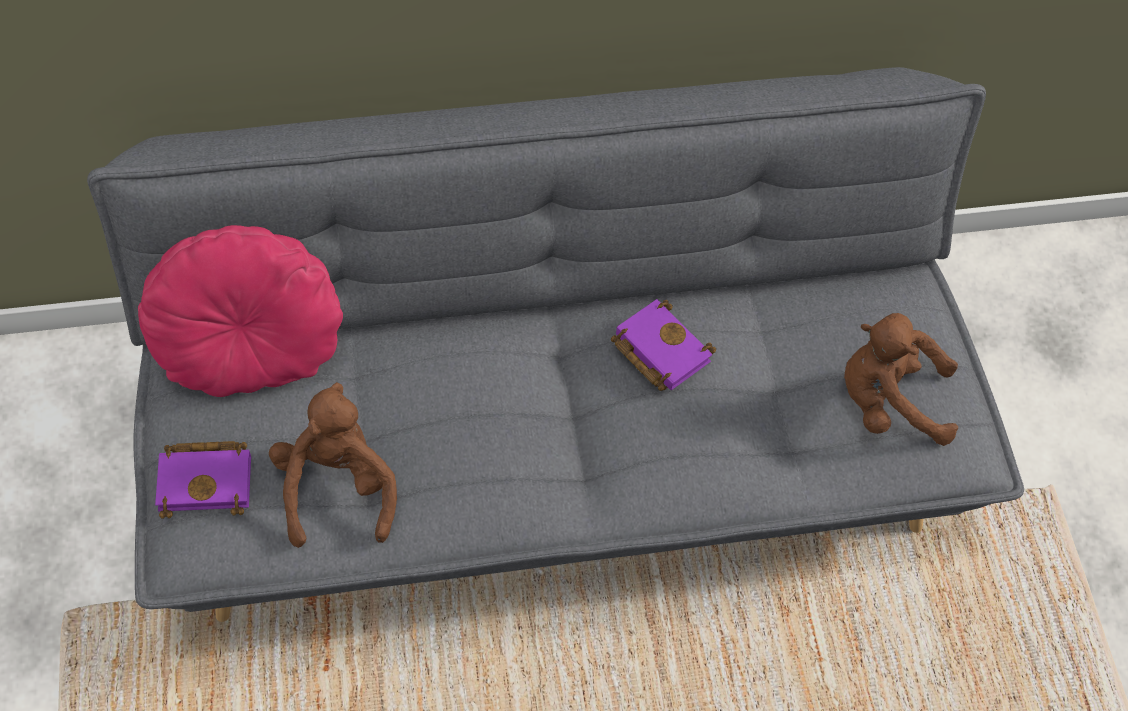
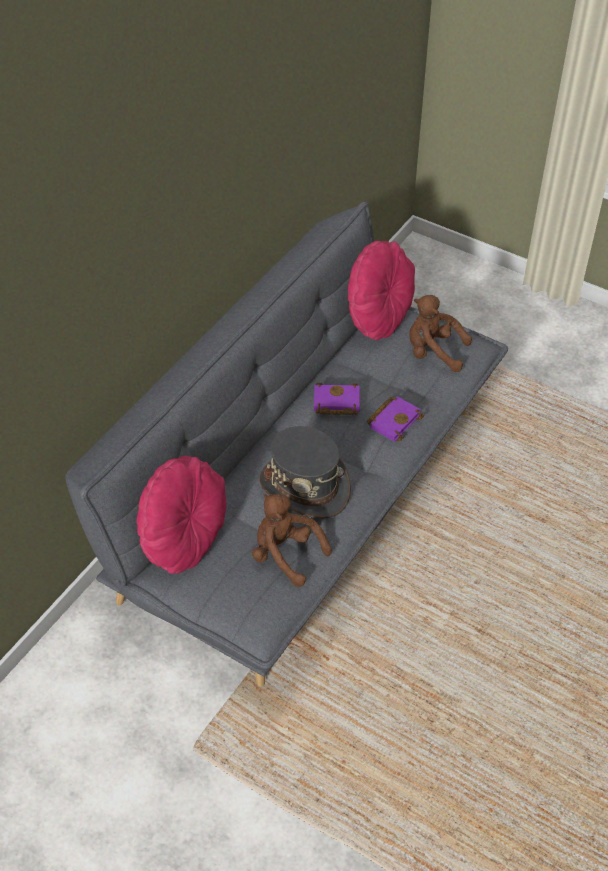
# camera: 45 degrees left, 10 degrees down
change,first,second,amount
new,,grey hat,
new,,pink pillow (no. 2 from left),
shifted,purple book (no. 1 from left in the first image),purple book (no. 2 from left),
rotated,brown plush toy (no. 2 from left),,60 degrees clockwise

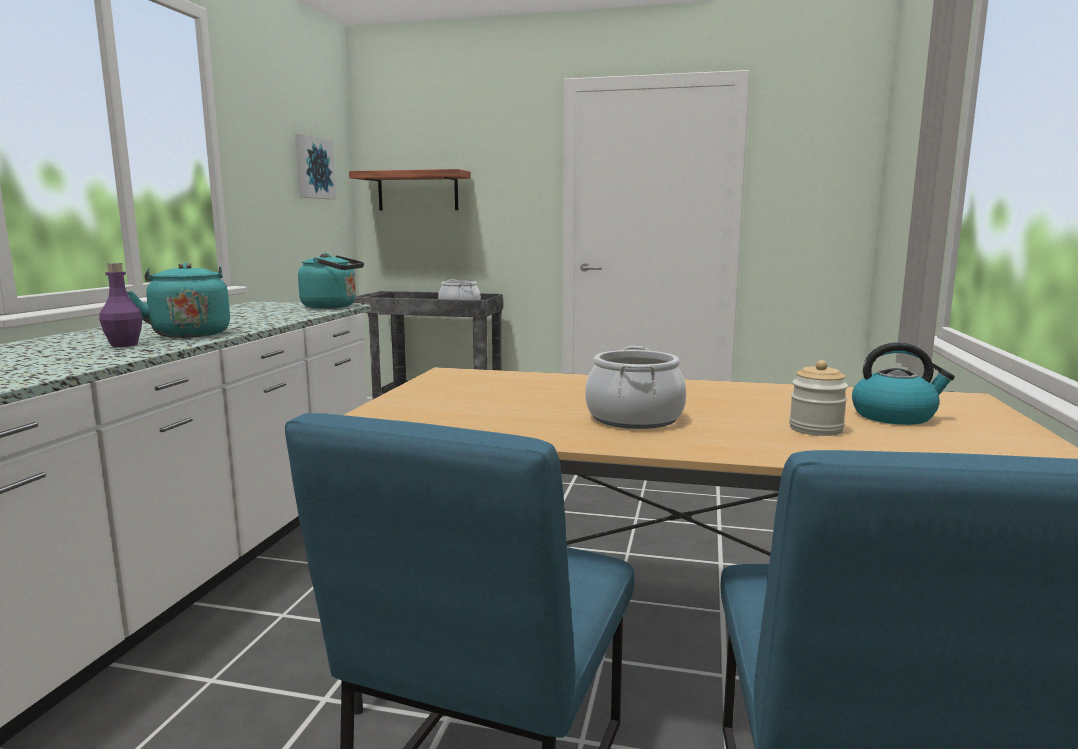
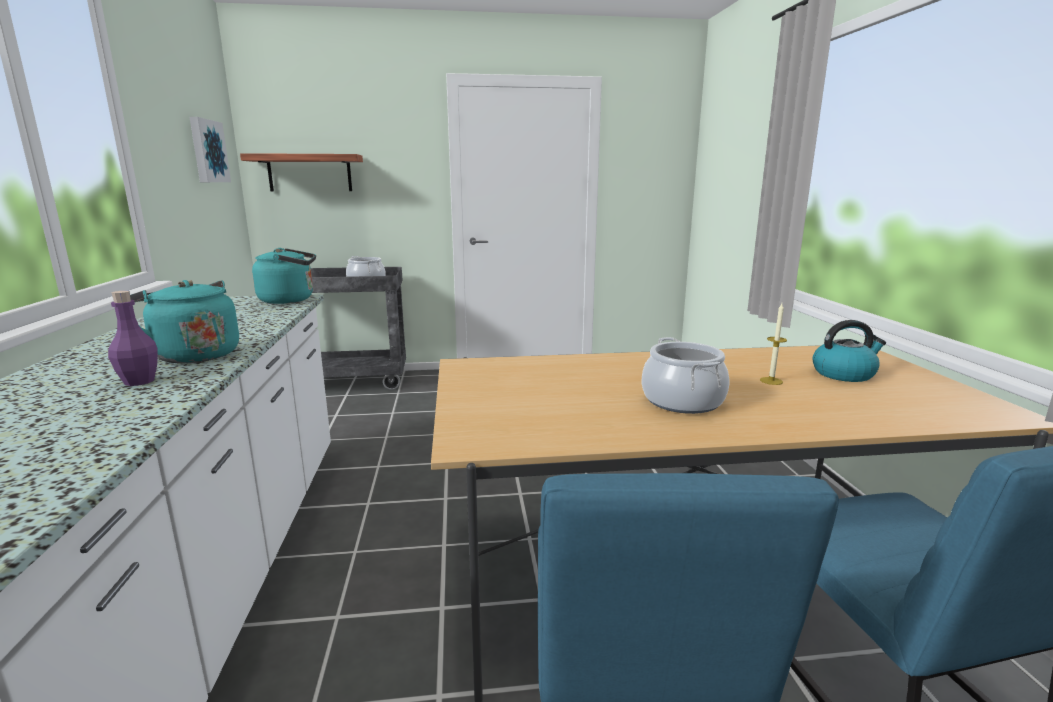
# camera: 20 degrees left, 5 degrees up
change,first,second,amount
new,,candle,
gone,jar,,

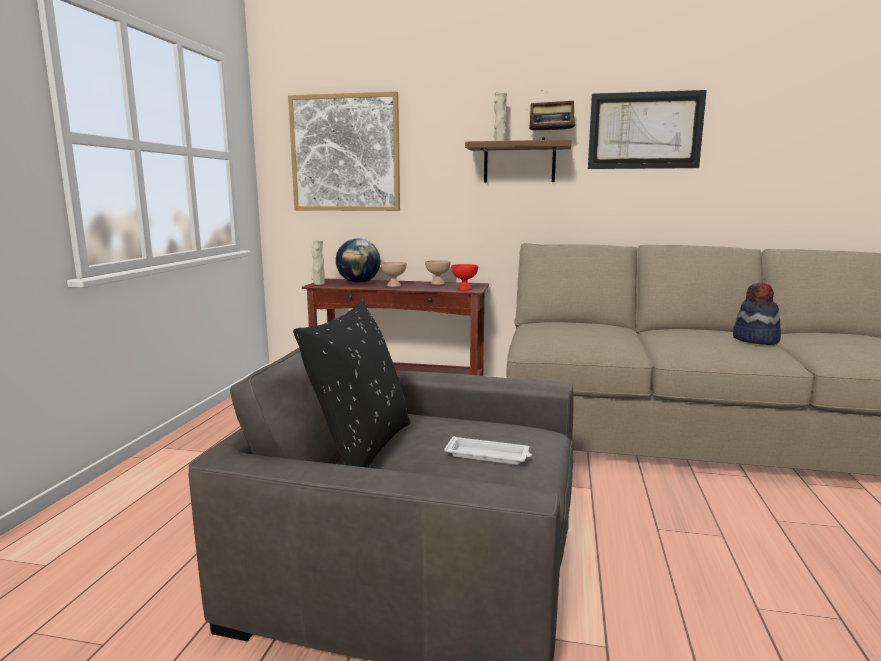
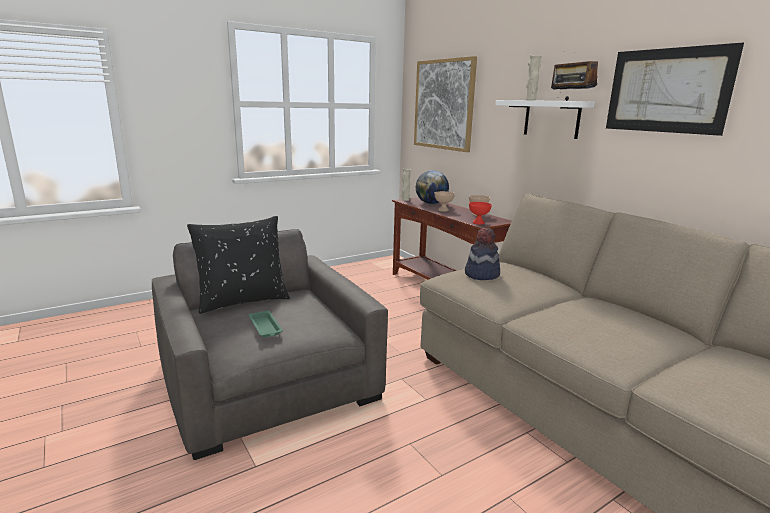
# camera: 45 degrees right, 5 degrees up
change,first,second,amount
repainted,white tray,green tray,
shifted,hat,,
repainted,brown shelf,white shelf,

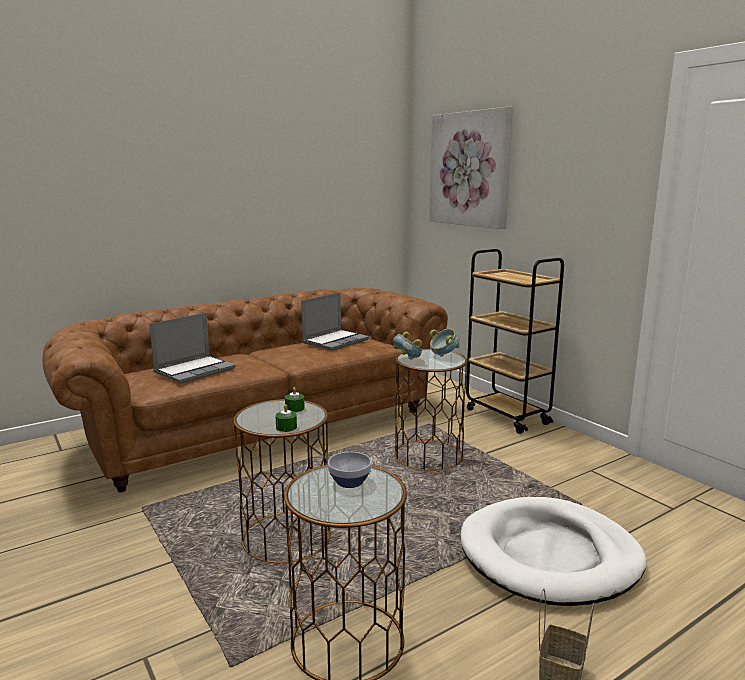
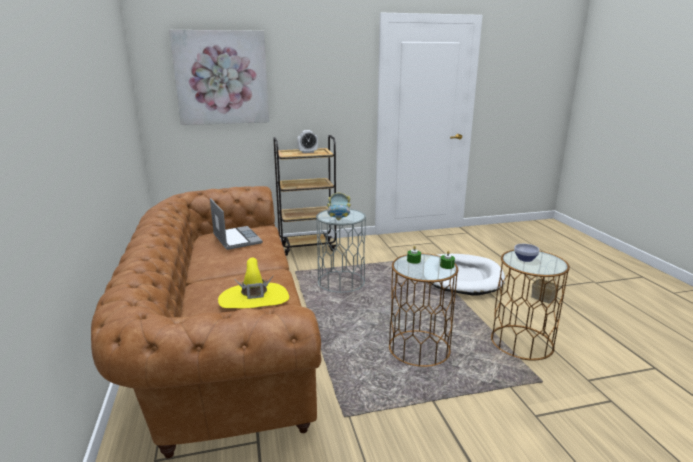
# camera: 70 degrees left, 5 degrees up
change,first,second,amount
swapped,laptop (no. 1 from left),yellow hat,
new,,alarm clock,
repainted,brown side table (no. 3 from left),grey side table,

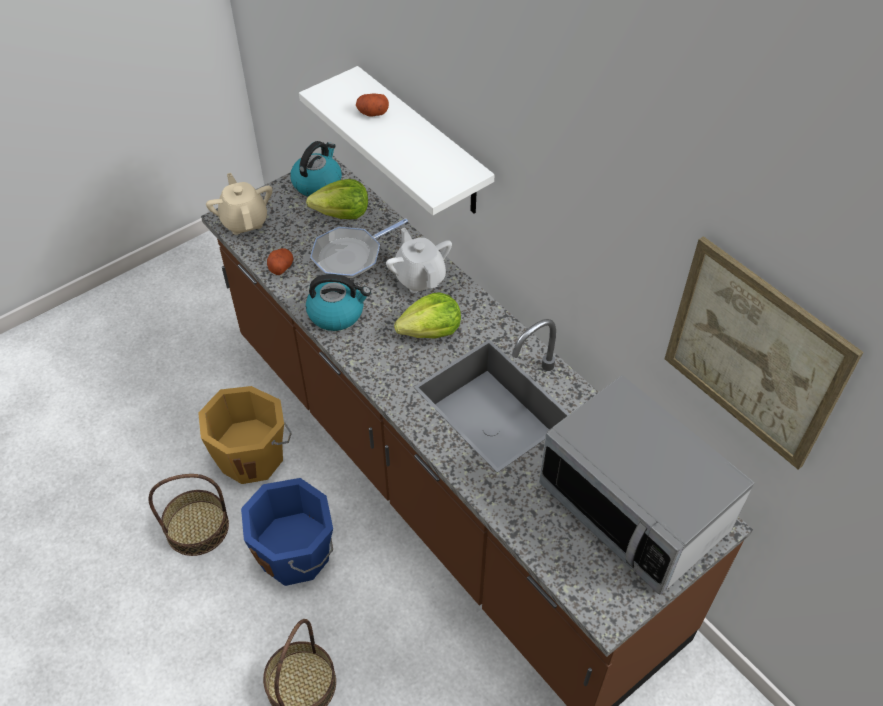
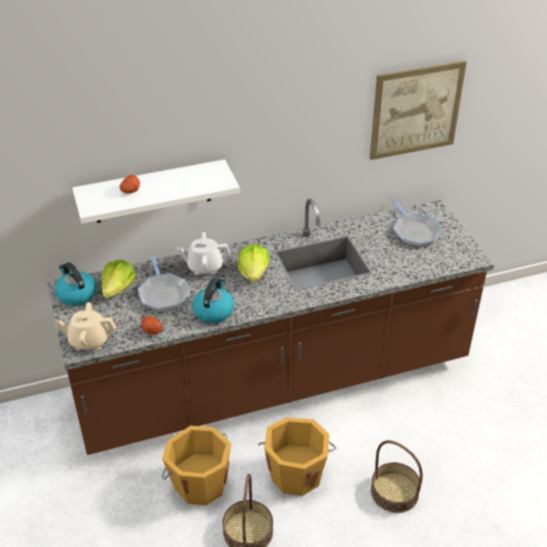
# camera: 70 degrees left, 10 degrees down
change,first,second,amount
repainted,blue bucket,orange bucket (no. 2 from left),
swapped,microwave,frying pan (no. 2 from left),

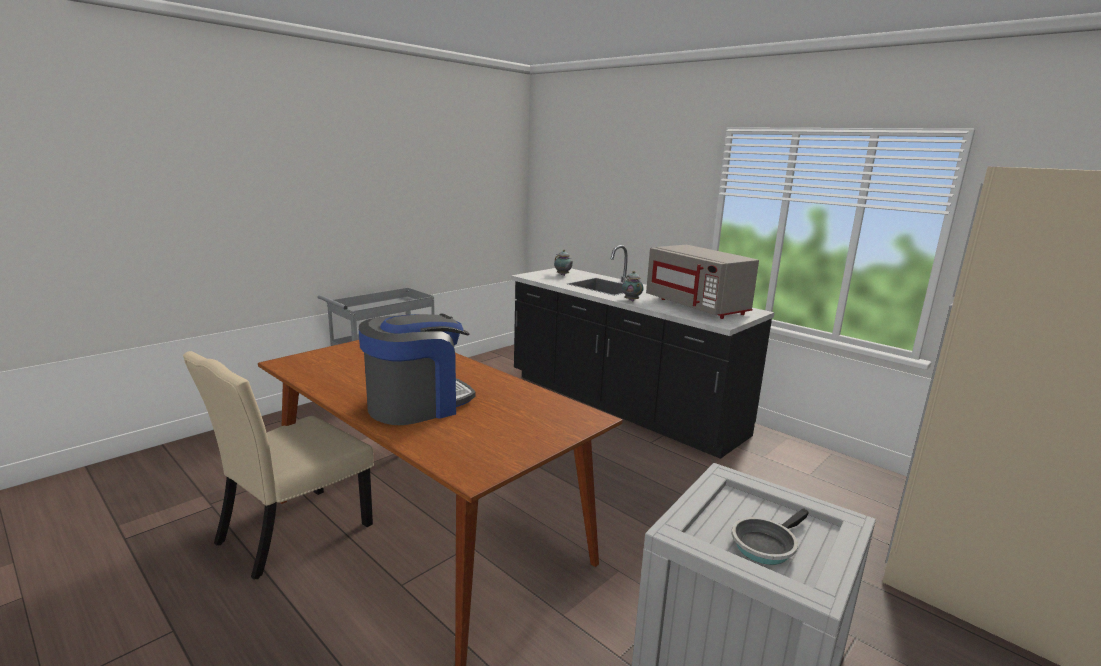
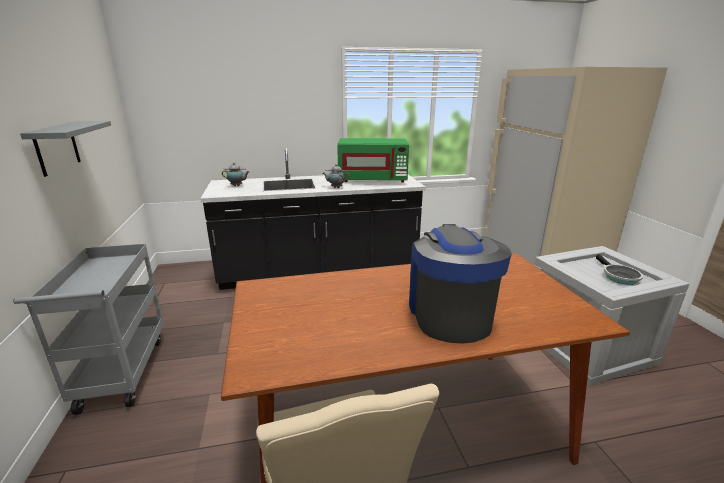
# camera: 55 degrees left, 5 degrees up
change,first,second,amount
new,,grey shelf,
repainted,grey microwave,green microwave,

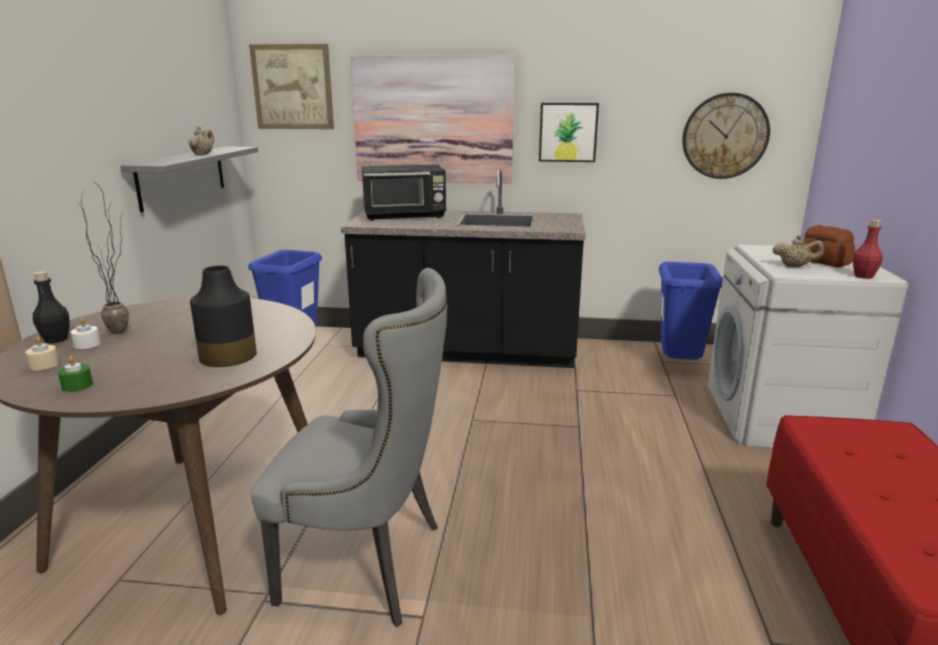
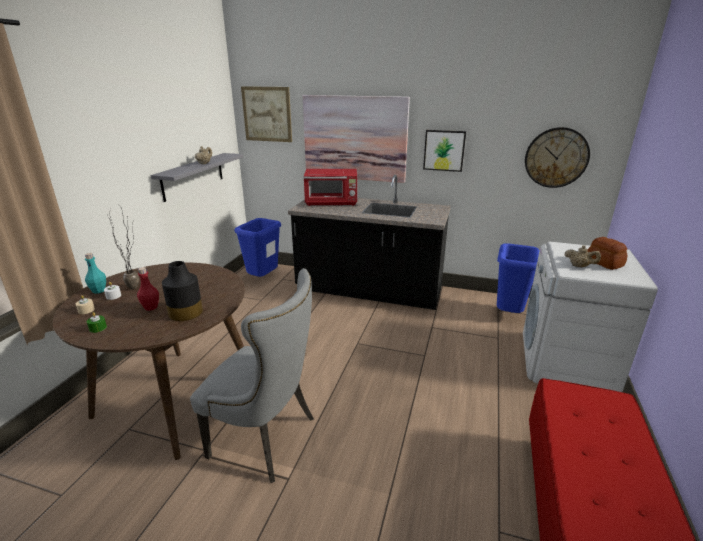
# camera: 10 degrees right, 5 degrees up
change,first,second,amount
repainted,black bottle,turquoise bottle,
shifted,red bottle,,
repainted,black microwave,red microwave,

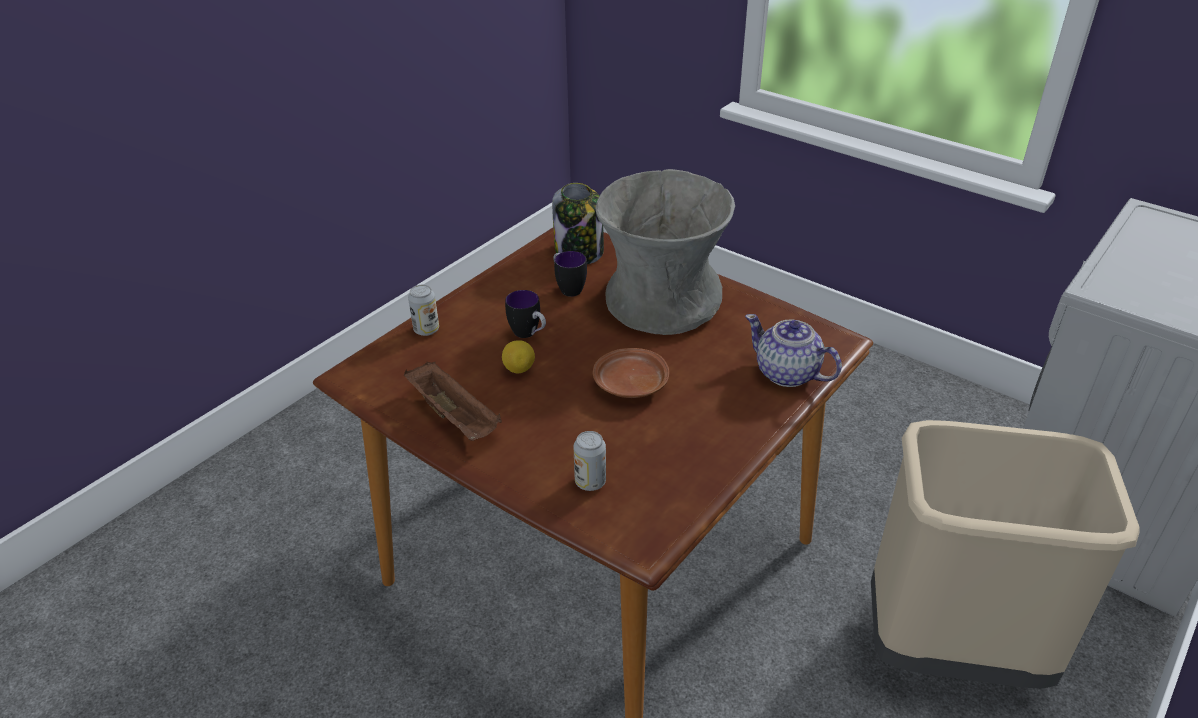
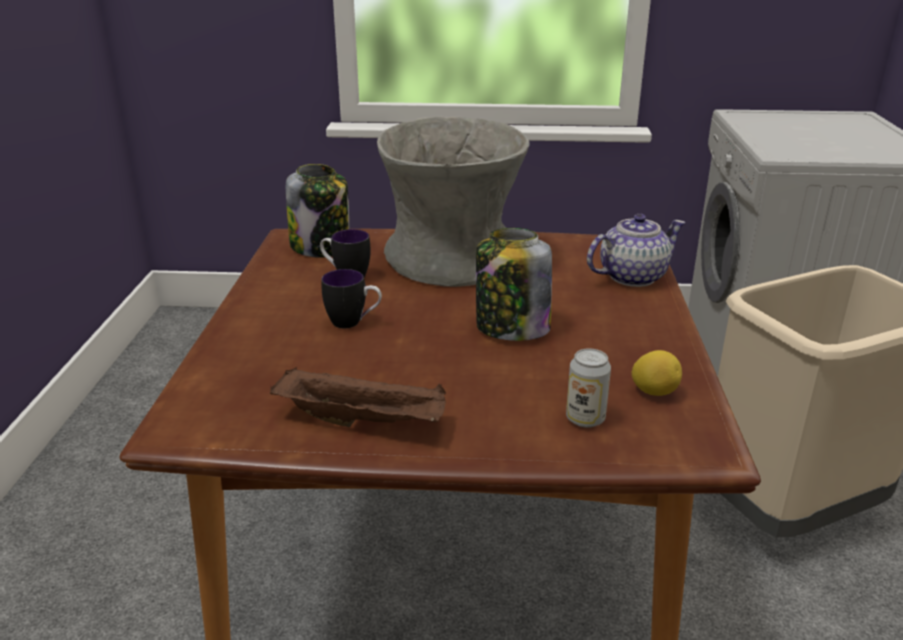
# camera: 35 degrees left, 10 degrees down
change,first,second,amount
swapped,brown plate,jar (no. 2 from left),
rotated,teapot,,150 degrees clockwise
shifted,lemon,,
gone,can (no. 1 from left),,

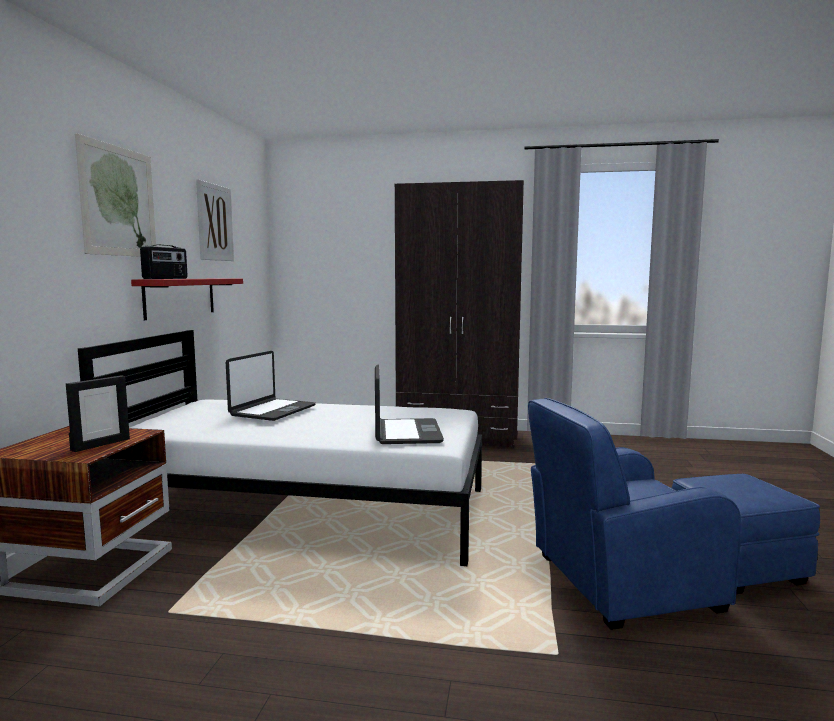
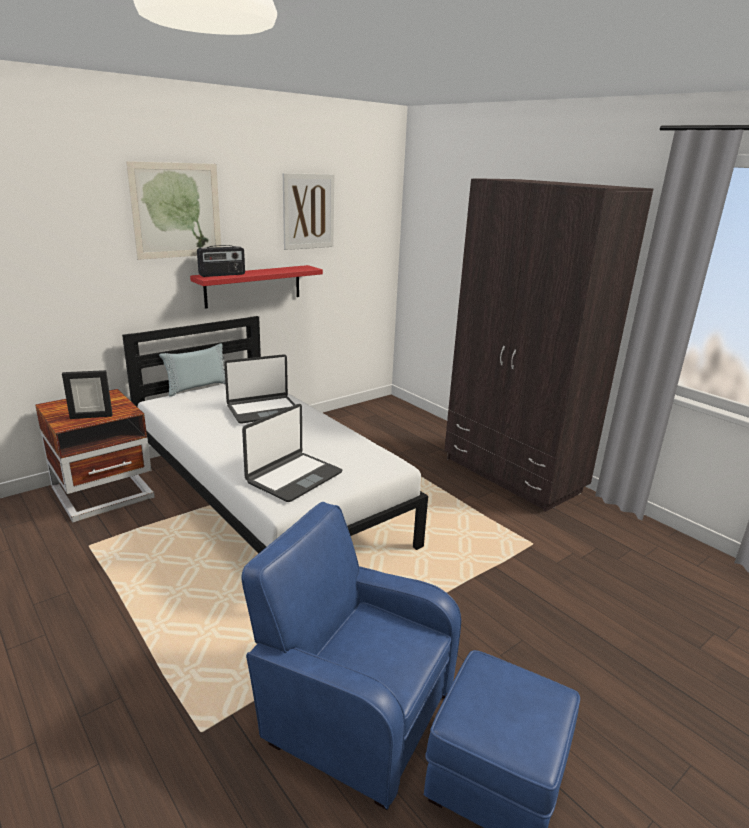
# camera: 40 degrees right, 15 degrees up
change,first,second,amount
new,,blue pillow,

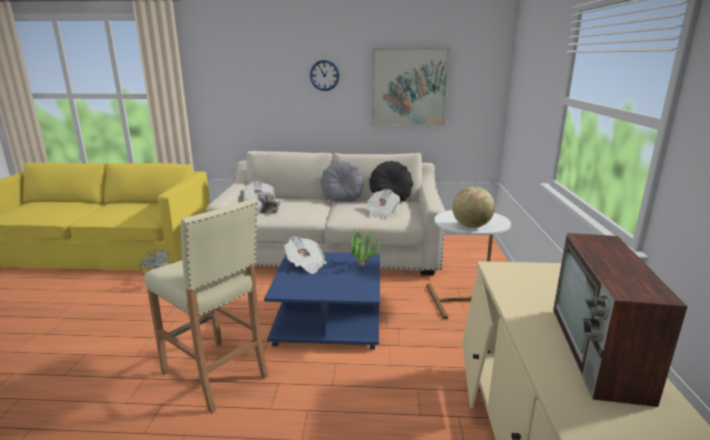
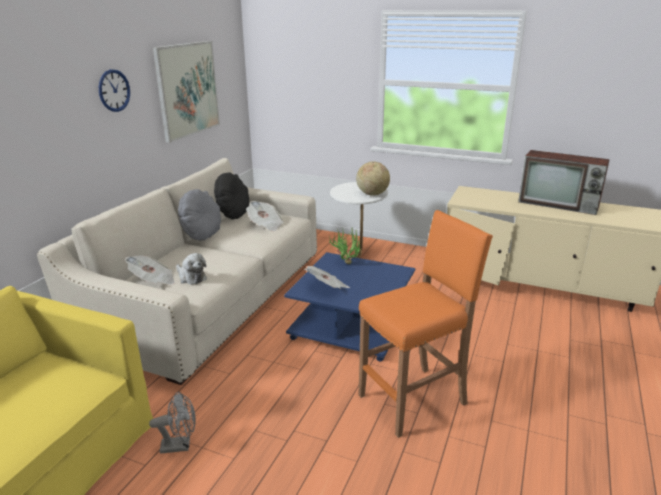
# camera: 70 degrees left, 5 degrees up
change,first,second,amount
repainted,beige stool,orange stool,

